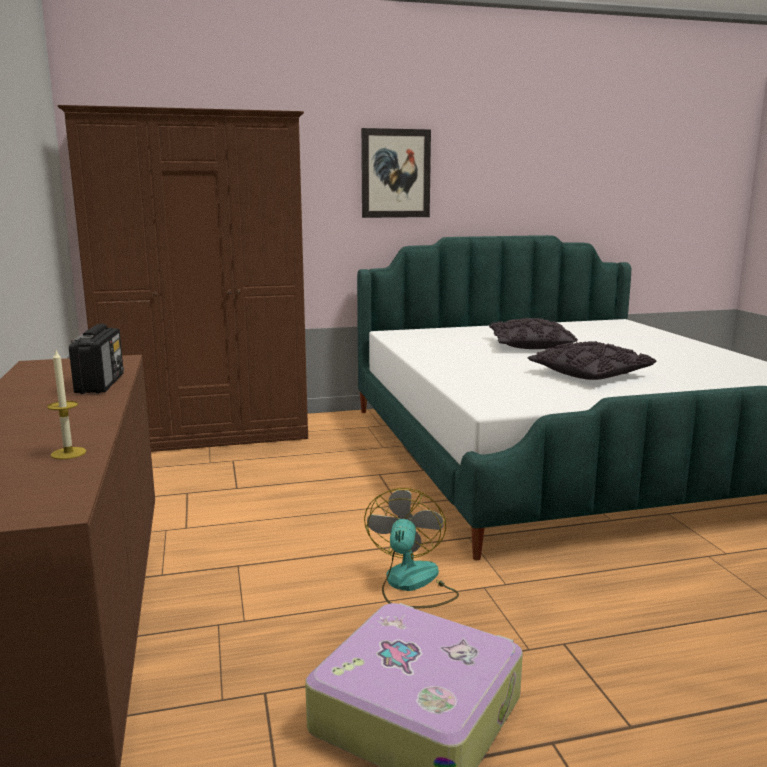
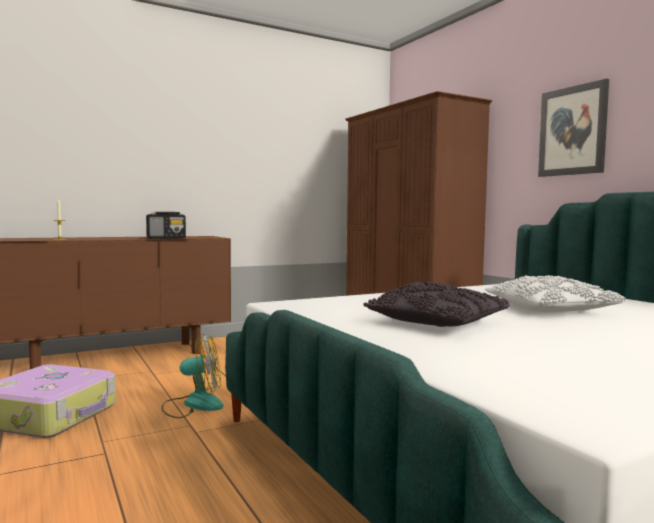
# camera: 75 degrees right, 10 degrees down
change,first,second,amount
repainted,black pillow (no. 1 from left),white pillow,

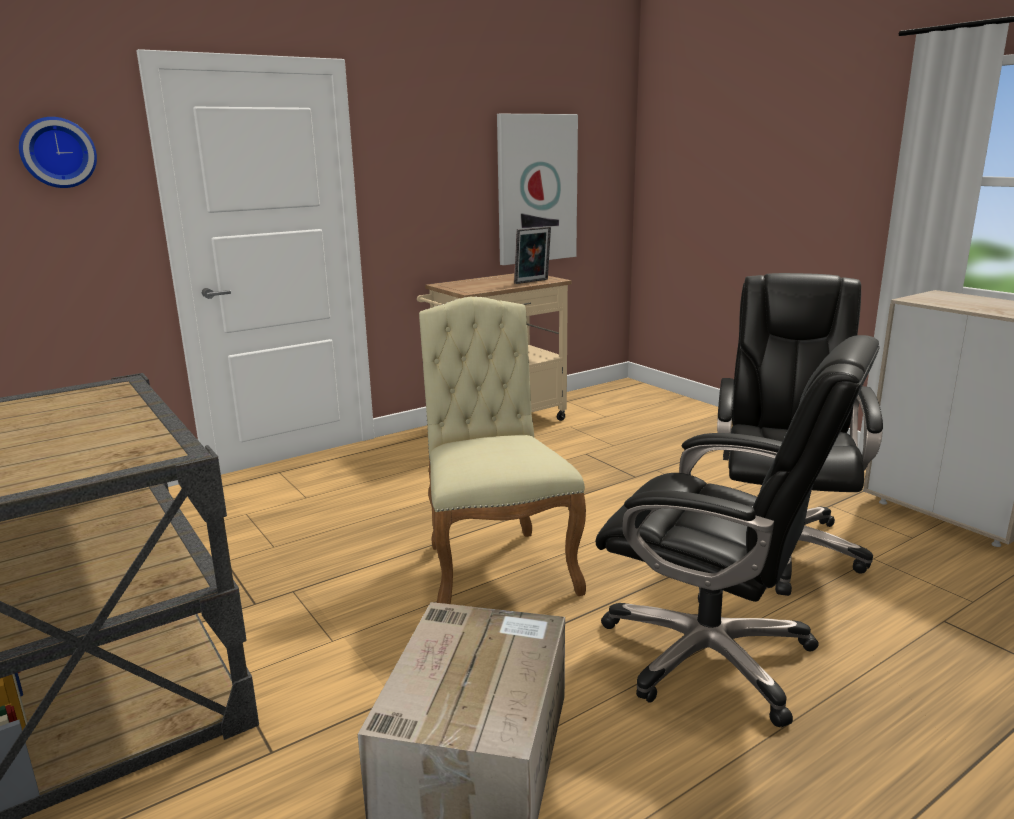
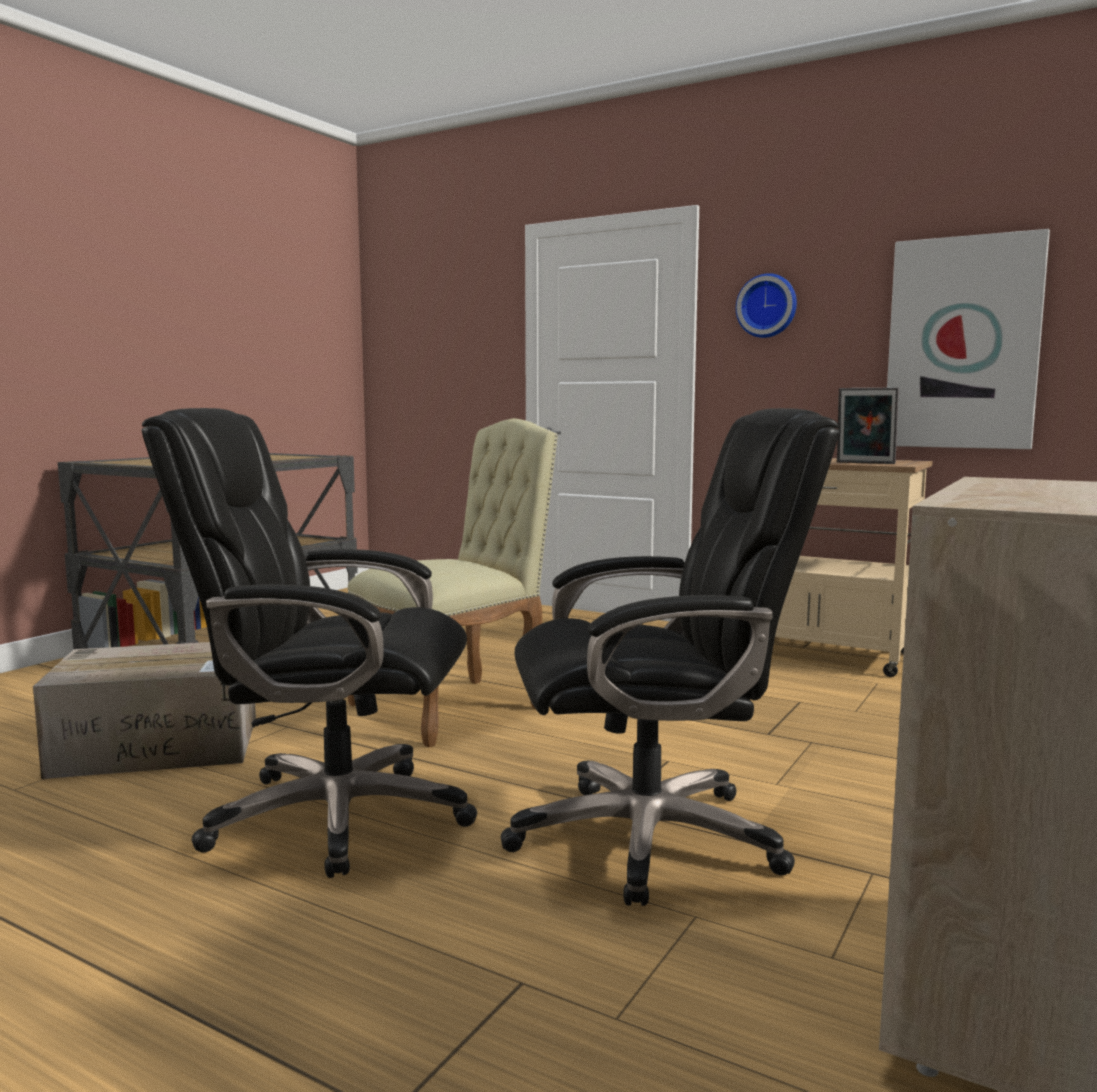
# camera: 65 degrees right, 10 degrees down
change,first,second,amount
rotated,black office chair (no. 1 from left),,90 degrees clockwise
shifted,wall clock,,

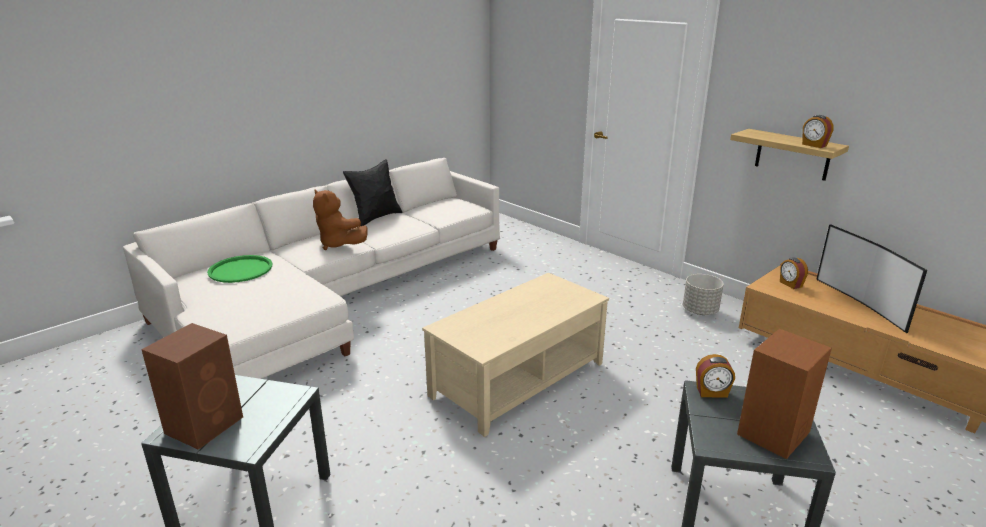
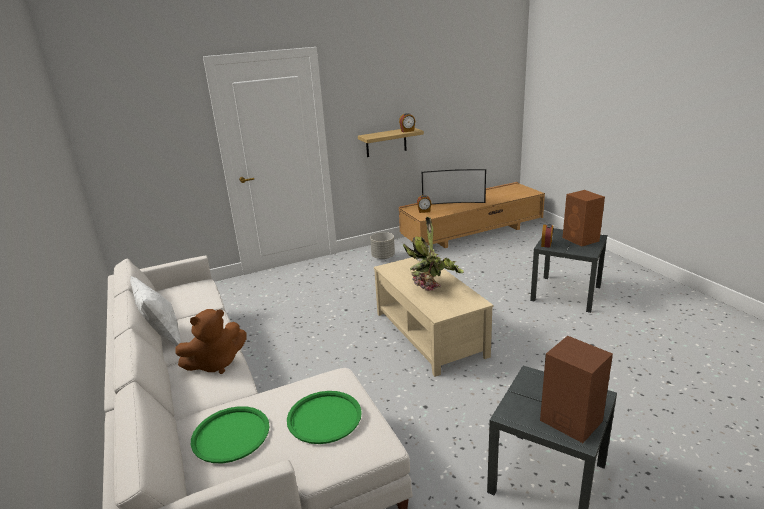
# camera: 70 degrees left, 0 degrees up
change,first,second,amount
repainted,black pillow,white pillow,
new,,green tray (no. 2 from left),
new,,potted plant,

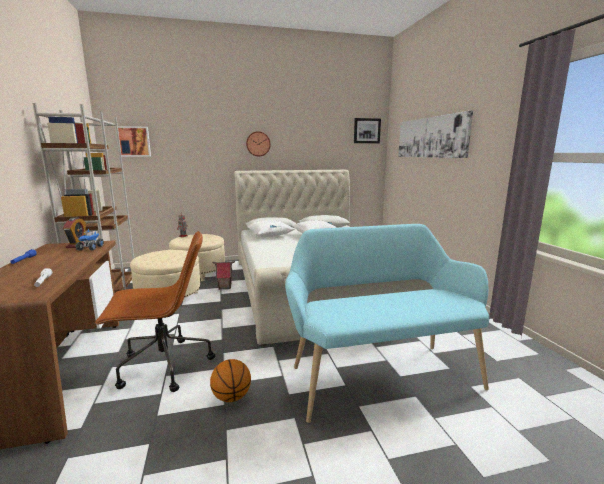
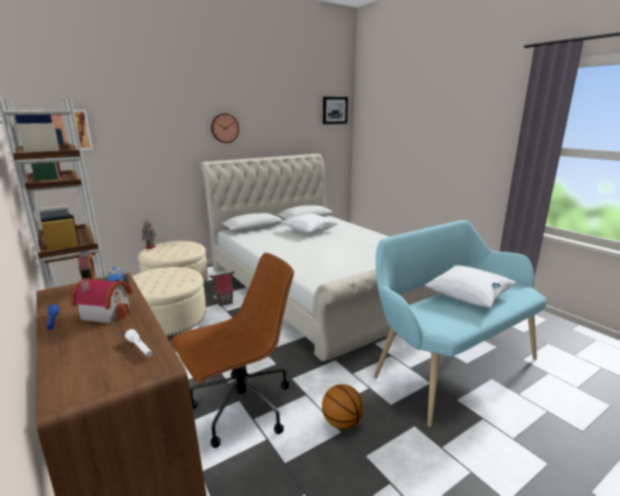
# camera: 20 degrees left, 5 degrees up
change,first,second,amount
new,,toy house (no. 1 from left),
shifted,white pillow (no. 1 from left in the first image),white pillow (no. 2 from left),
gone,picture (no. 3 from left),,

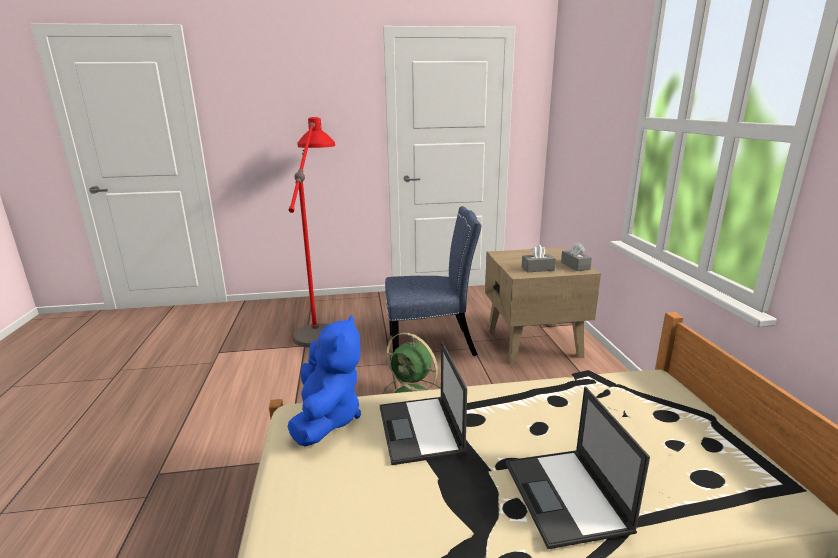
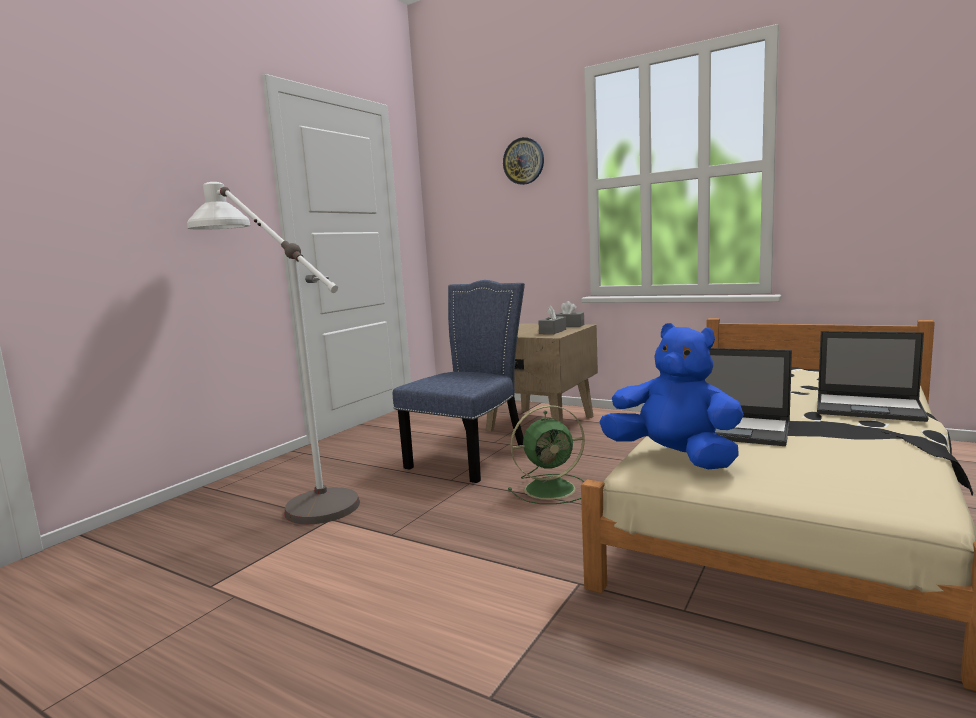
# camera: 50 degrees left, 10 degrees down
change,first,second,amount
repainted,red floor lamp,white floor lamp,
new,,wall clock,

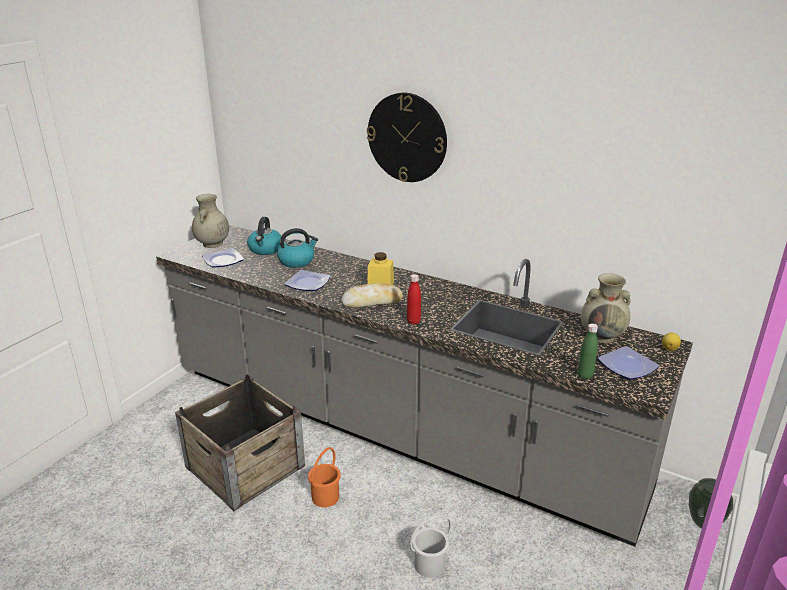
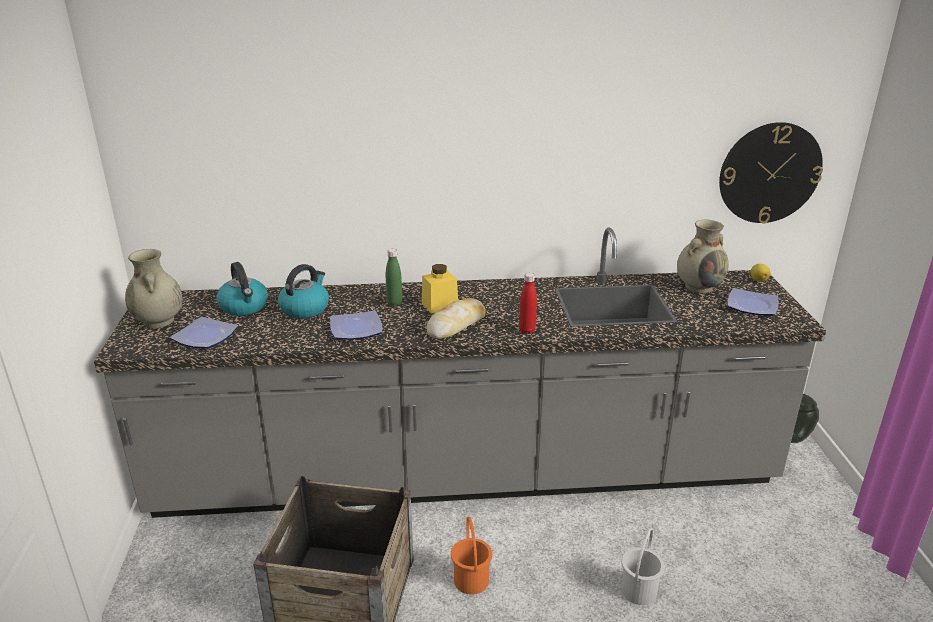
# camera: 35 degrees left, 0 degrees up
change,first,second,amount
shifted,green bottle,,
shifted,wall clock,,

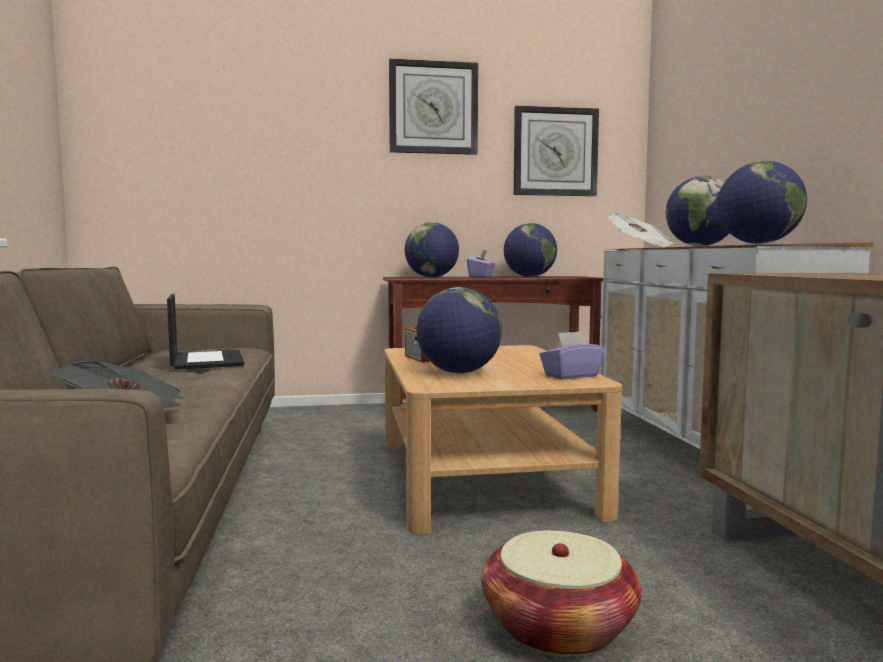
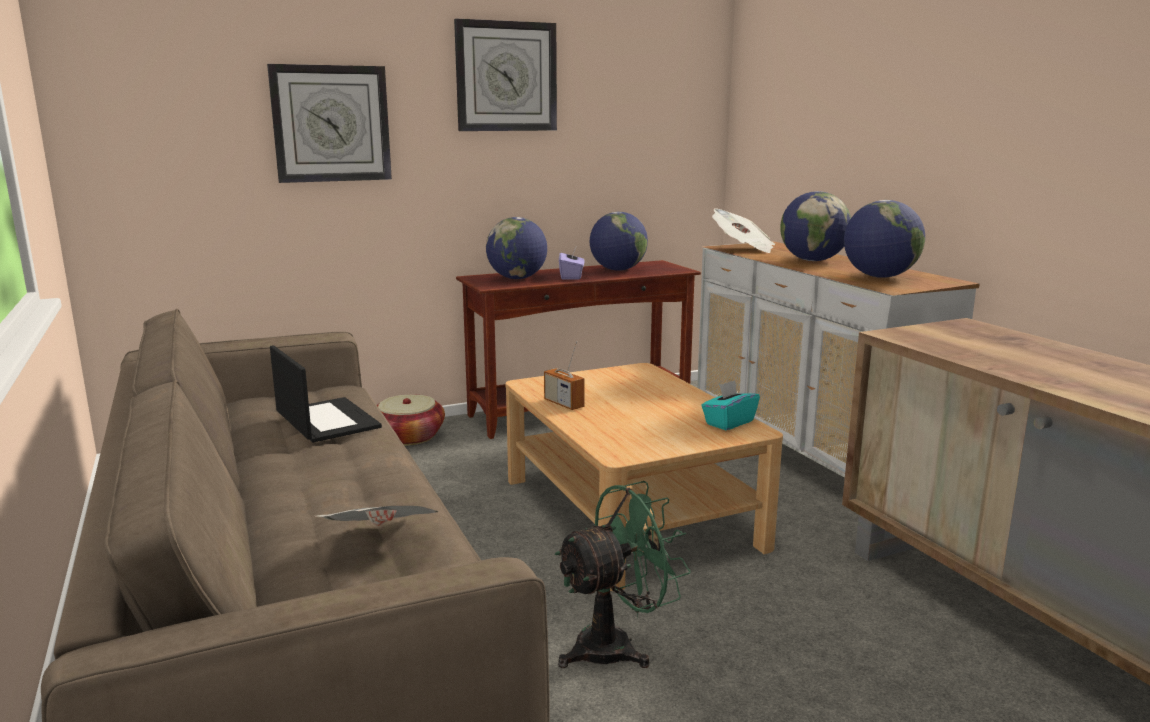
# camera: 15 degrees left, 10 degrees up
change,first,second,amount
shifted,wall clock (no. 2 from left in the first image),wall clock (no. 1 from left),
shifted,basket,,
new,,green fan,
repainted,purple tissue box (no. 2 from left),turquoise tissue box,
gone,globe (no. 2 from left),,

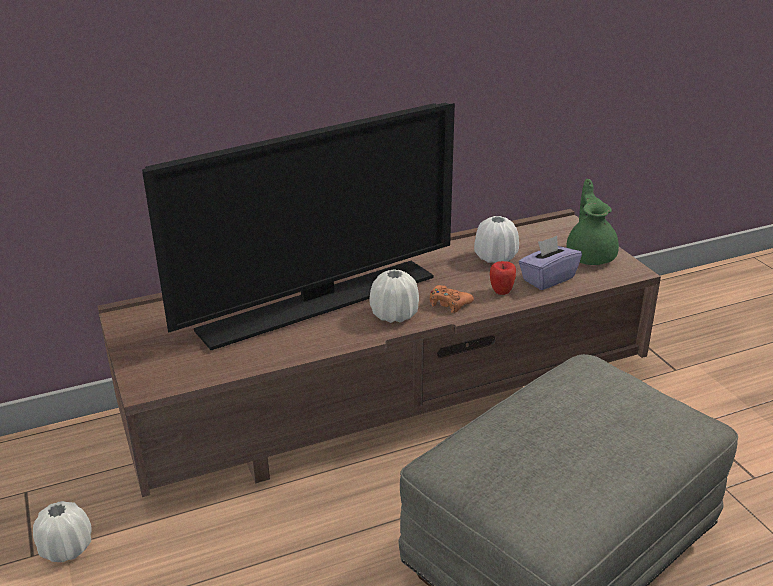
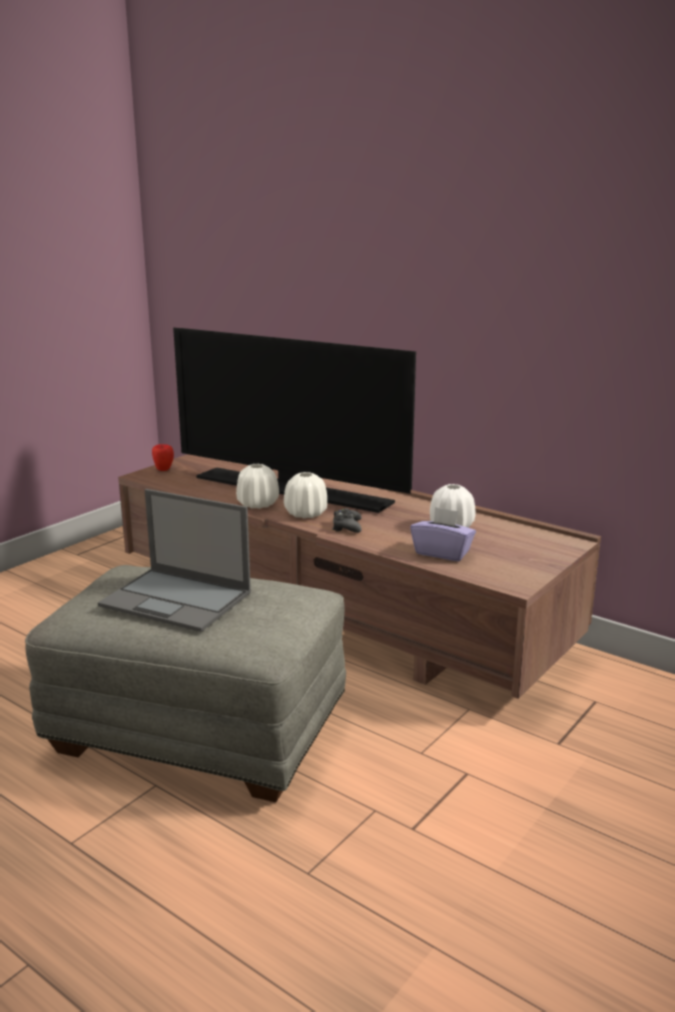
# camera: 60 degrees right, 10 degrees down
change,first,second,amount
new,,laptop,
shifted,apple,,
shifted,white vase (no. 1 from left),,
repainted,orange game controller,black game controller,
gone,green teapot,,

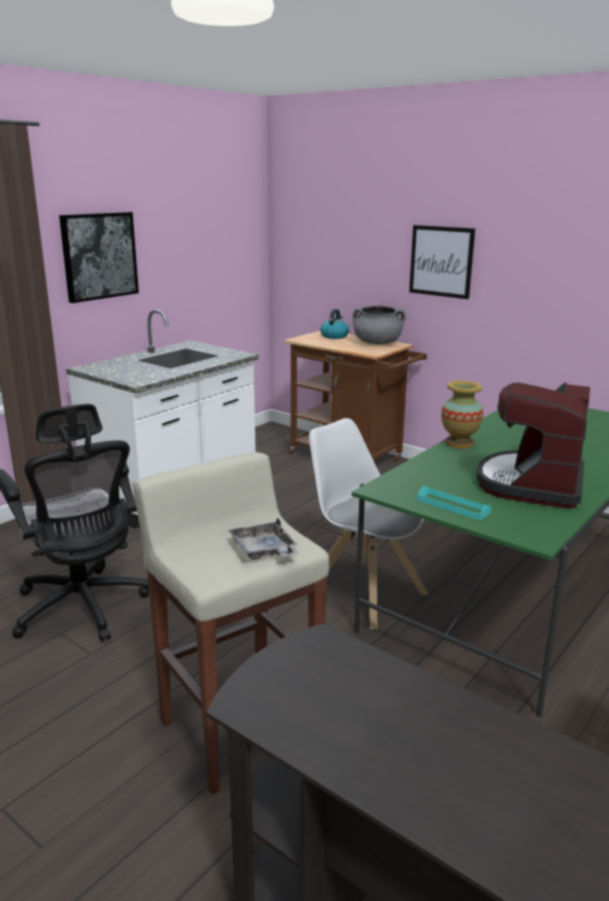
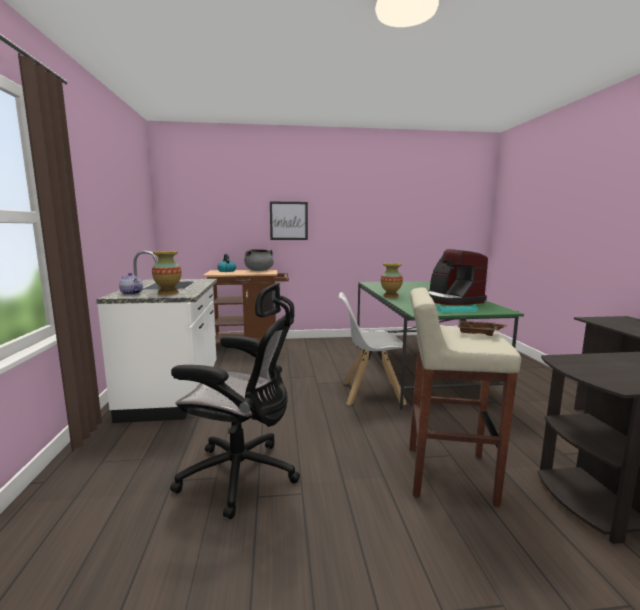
# camera: 45 degrees left, 10 degrees down
change,first,second,amount
new,,teapot,
new,,vase (no. 1 from left),
repainted,grey tray,brown tray,
gone,picture (no. 1 from left),,

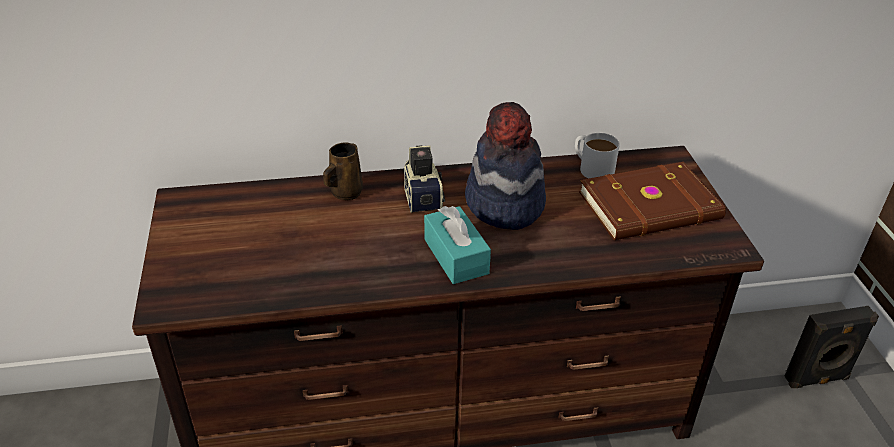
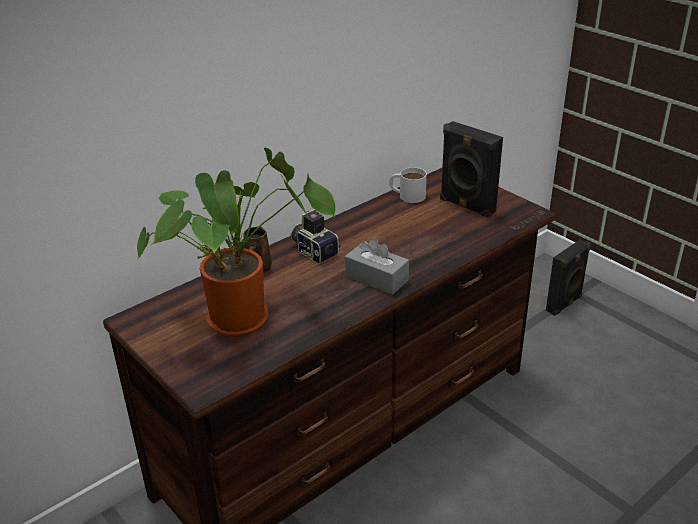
# camera: 30 degrees left, 5 degrees down
change,first,second,amount
new,,potted plant,
repainted,turquoise tissue box,grey tissue box,
swapped,brown book,black speaker (no. 1 from left),
gone,hat,,

